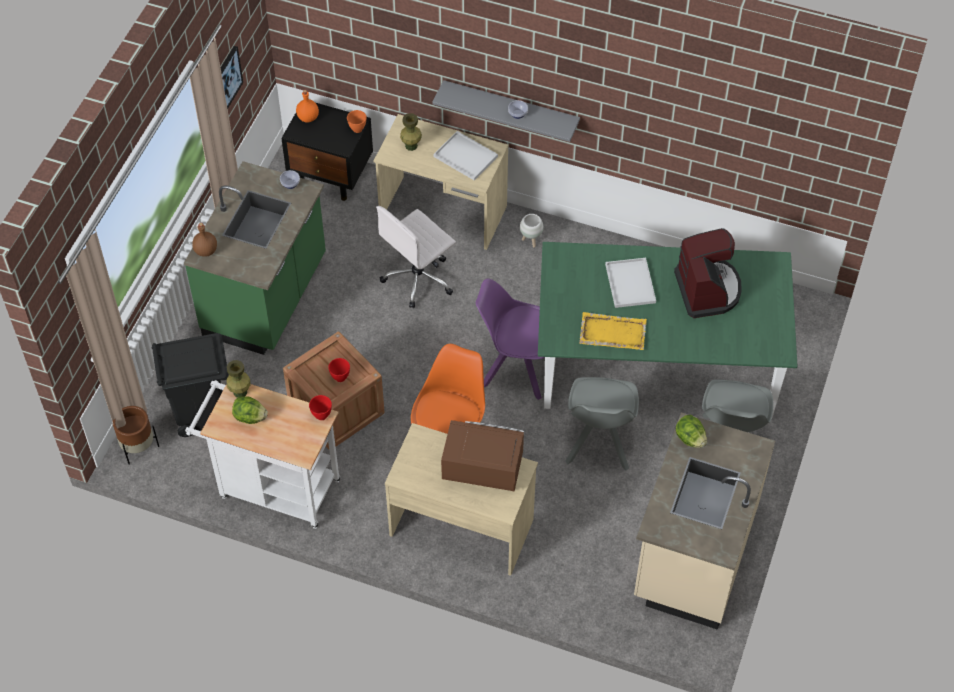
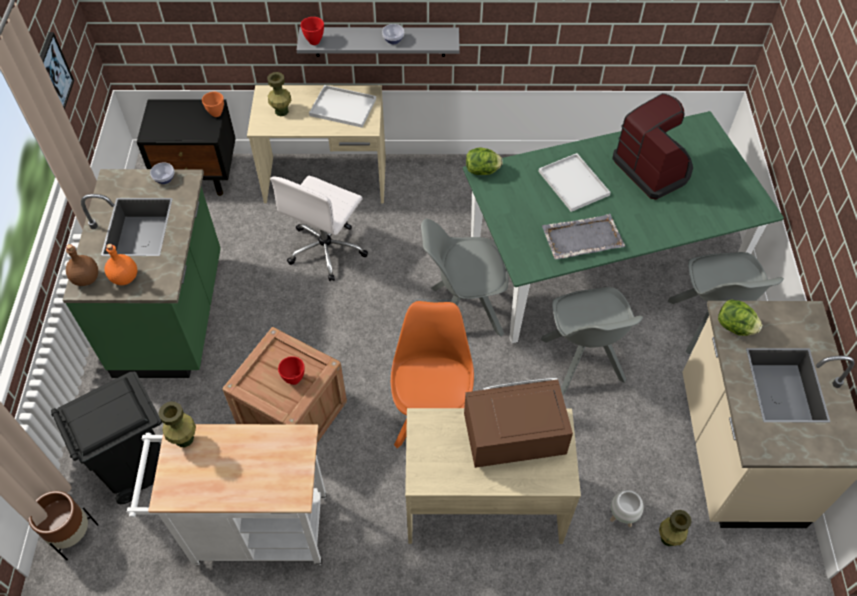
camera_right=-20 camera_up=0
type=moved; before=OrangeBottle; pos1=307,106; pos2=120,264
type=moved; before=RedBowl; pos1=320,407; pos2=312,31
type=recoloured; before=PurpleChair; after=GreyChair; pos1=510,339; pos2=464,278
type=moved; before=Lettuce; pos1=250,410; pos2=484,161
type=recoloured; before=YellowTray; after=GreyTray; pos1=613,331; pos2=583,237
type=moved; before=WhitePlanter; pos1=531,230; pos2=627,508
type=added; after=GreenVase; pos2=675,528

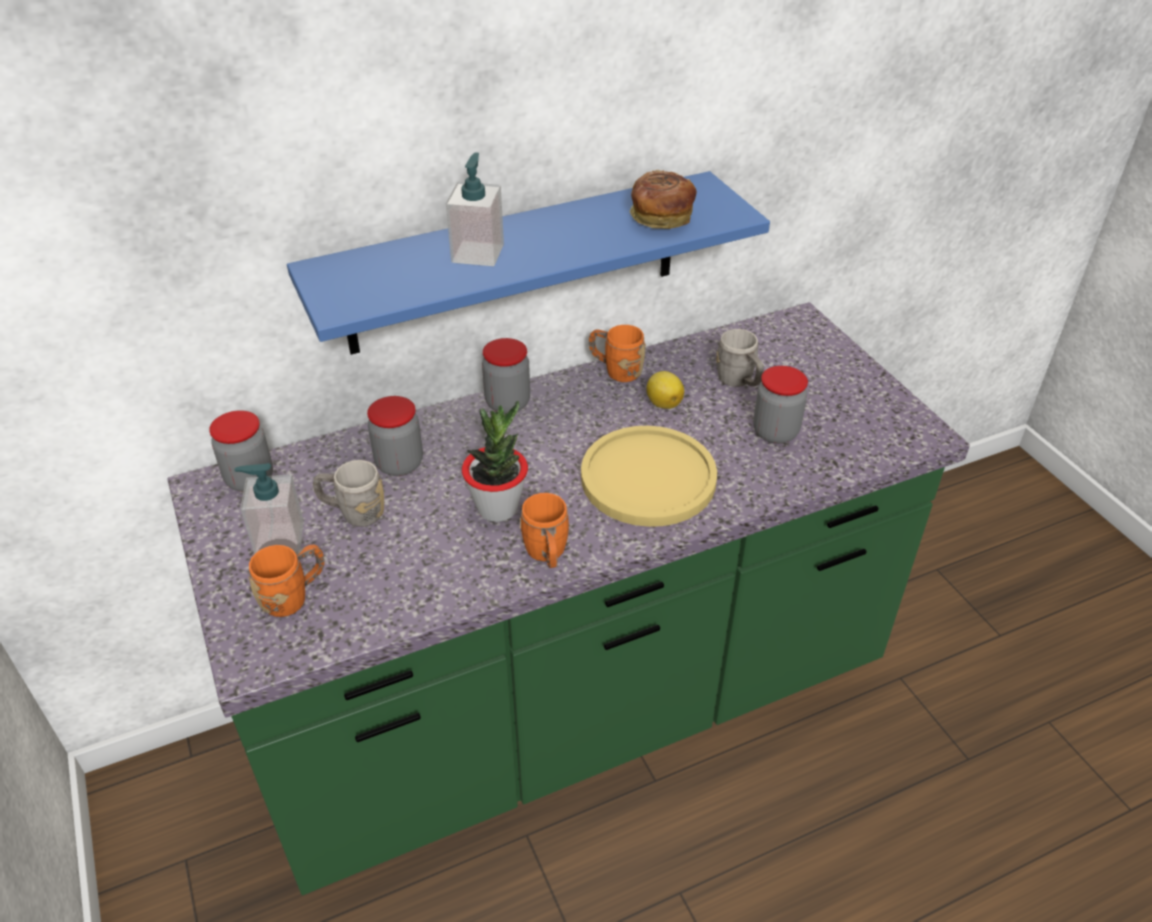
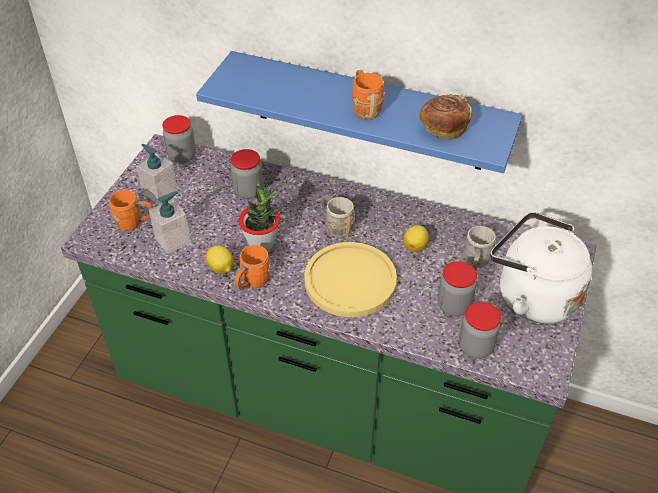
camera_right=45 camera_up=5
type=moved; before=SoapDispenser; pos1=475,209; pos2=170,222
type=added; after=Lemon; pos2=219,260
type=moved; before=GreyMug; pos1=348,493; pos2=338,216
type=moved; before=OrangeMug; pos1=617,353; pos2=368,94
type=moved; before=Jar; pos1=506,376; pos2=480,330
type=added; after=WhiteKettle; pos2=541,268

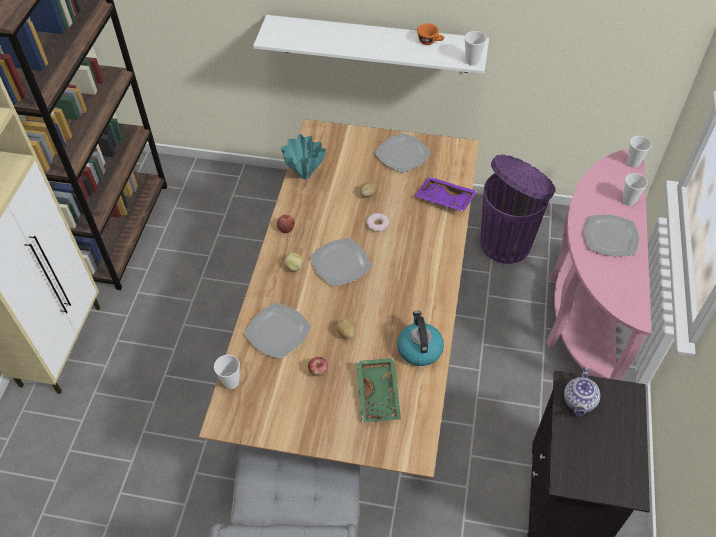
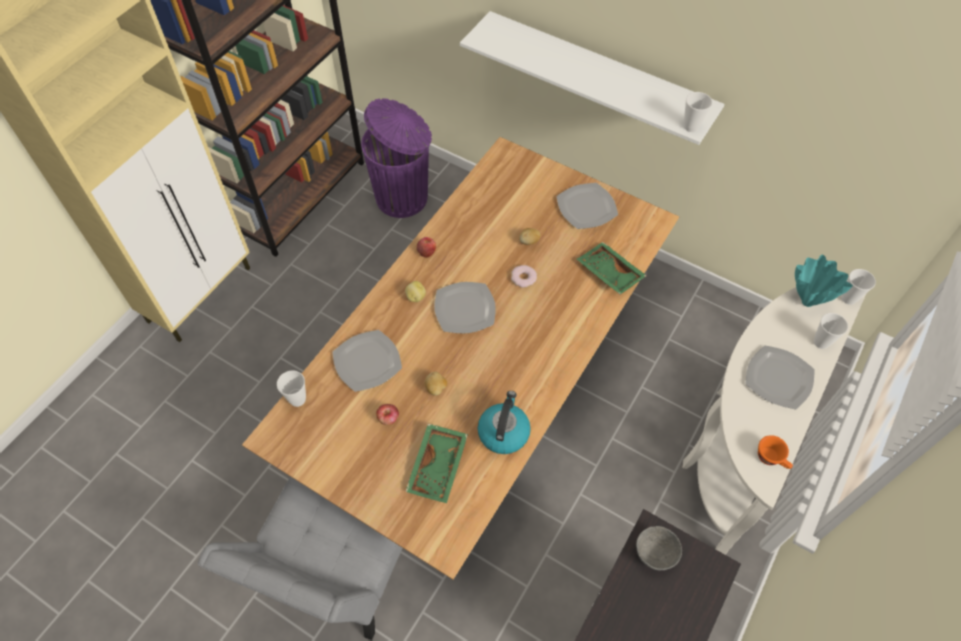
camera_right=20 camera_up=5
type=moved; before=PurpleTrashCan; pos1=518,209; pos2=396,158
type=recoloured; before=PurpleTray; after=GreenTray; pos1=446,194; pos2=612,268
type=replaced; before=Teapot; after=GreyBowl; pos1=582,392; pos2=659,548
type=recoloured; before=PinkConsoleTable; after=WhiteConsoleTable; pos1=599,264; pos2=774,417
type=moved; before=OrangeCup; pos1=430,34; pos2=775,452
type=moved; before=TurquoiseVase; pos1=303,156; pos2=824,281

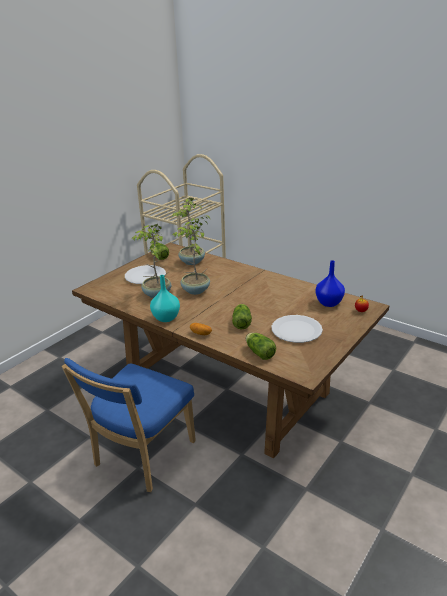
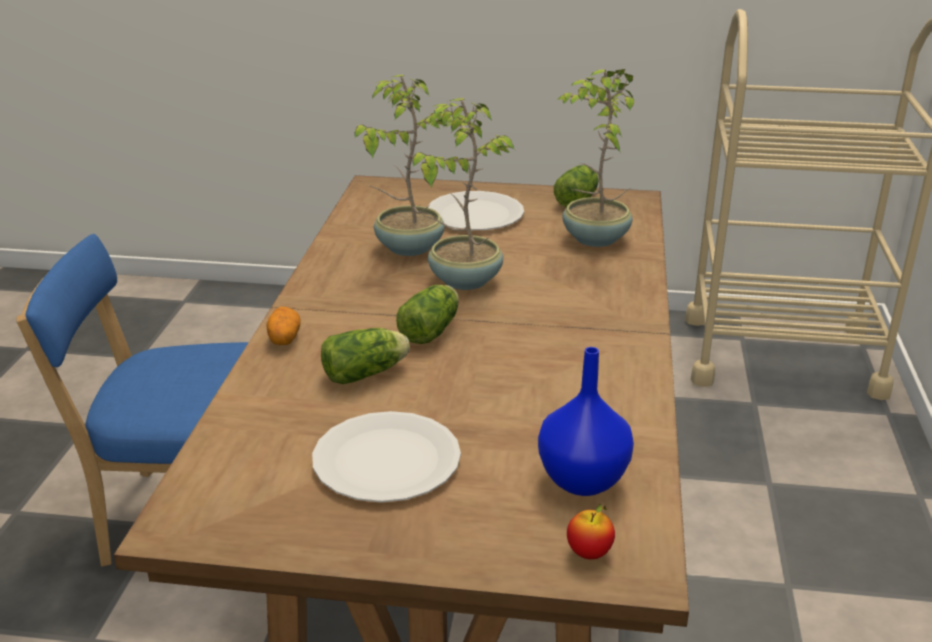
camera_right=60 camera_up=0
type=moved; before=Lettuce; pos1=261,346; pos2=427,314
type=removed; before=TurquoiseVase; pos1=165,298

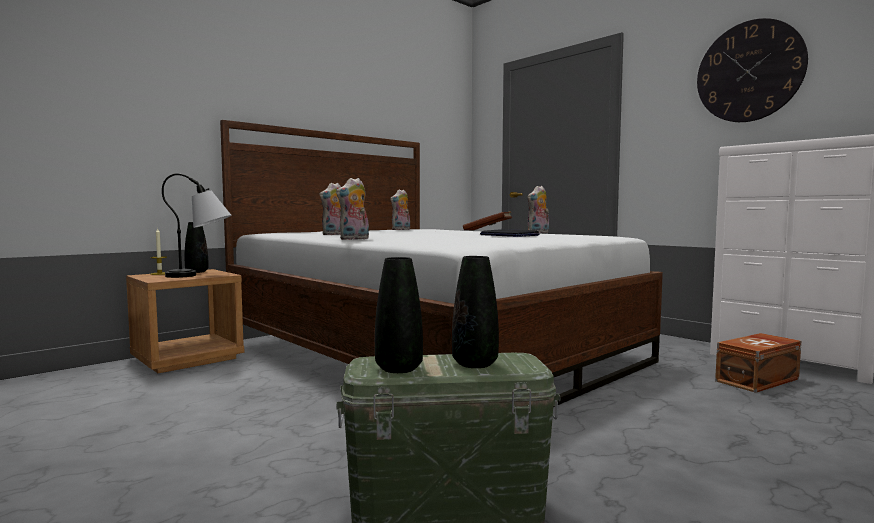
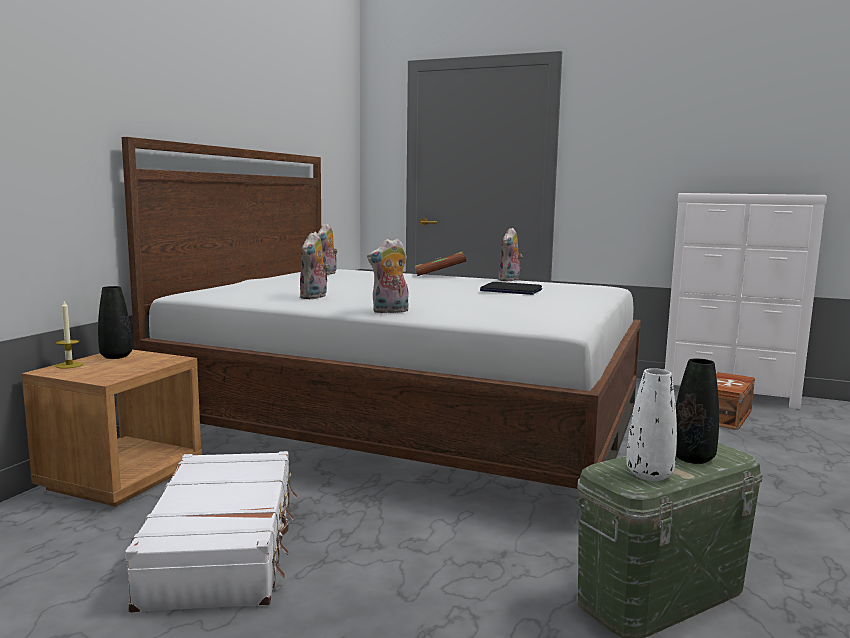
camera_right=-25 camera_up=5
type=added; after=WhiteSuitcase; pos2=211,532
type=turned; before=PlushToy; pos1=352,209; pos2=388,276; turn=45
type=recoloured; before=BlackVase; after=WhiteVase; pos1=399,315; pos2=651,424
type=removed; before=TableLamp; pos1=197,225
type=removed; before=WallClock; pos1=752,70

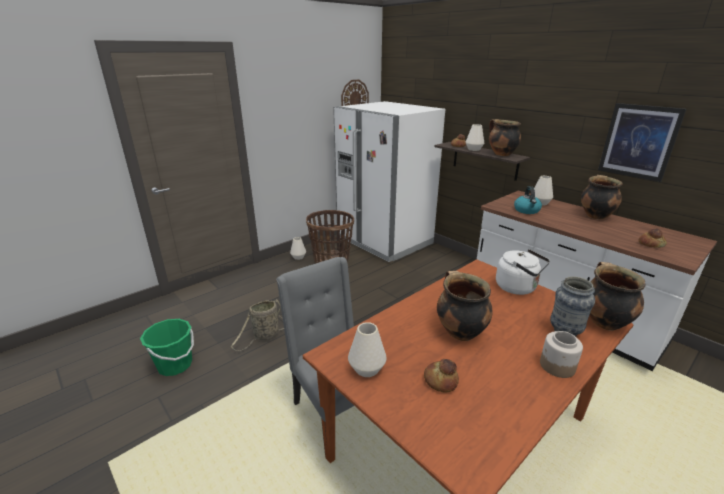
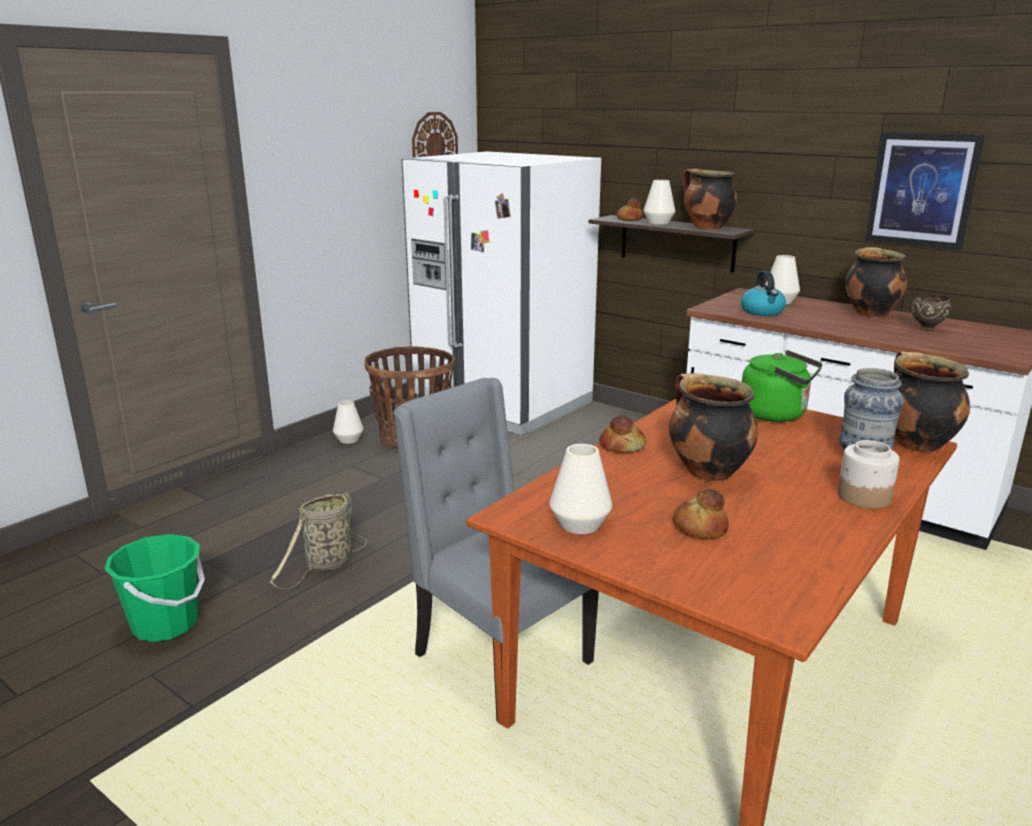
camera_right=-10 camera_up=-5
type=moved; before=Bread; pos1=653,238; pos2=622,434
type=recoloured; before=WhiteKettle; after=GreenKettle; pos1=523,272; pos2=782,386
type=added; after=BrownBowl; pos2=931,313

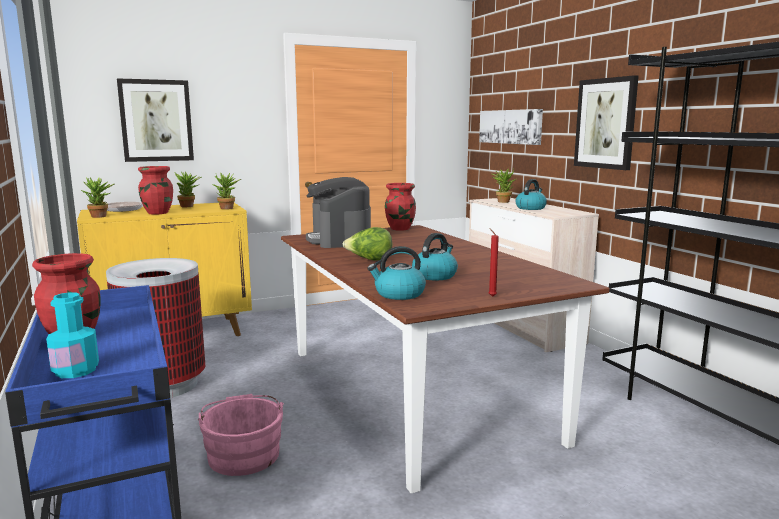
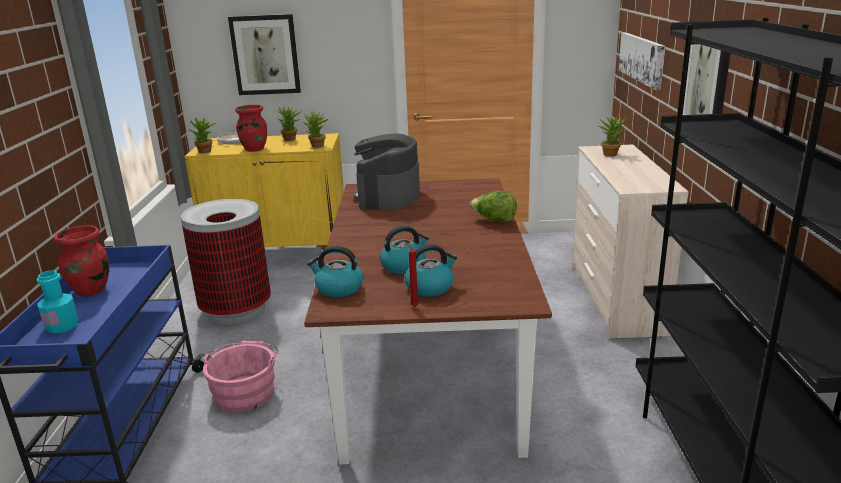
camera_right=25 camera_up=10
type=moved; before=Kettle; pos1=531,194; pos2=431,270
type=moved; before=Lettuce; pos1=368,244; pos2=493,207
type=removed; before=RedVase; pos1=400,207

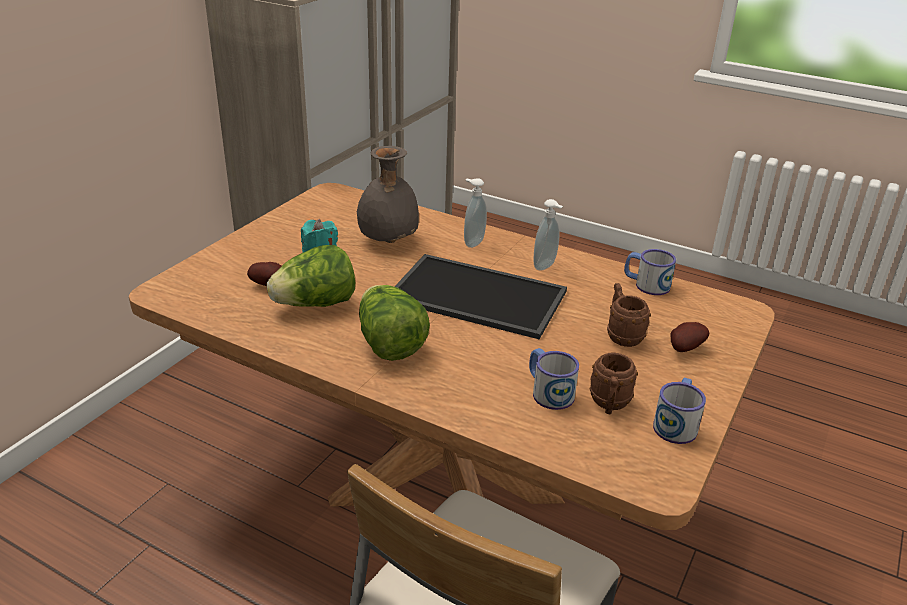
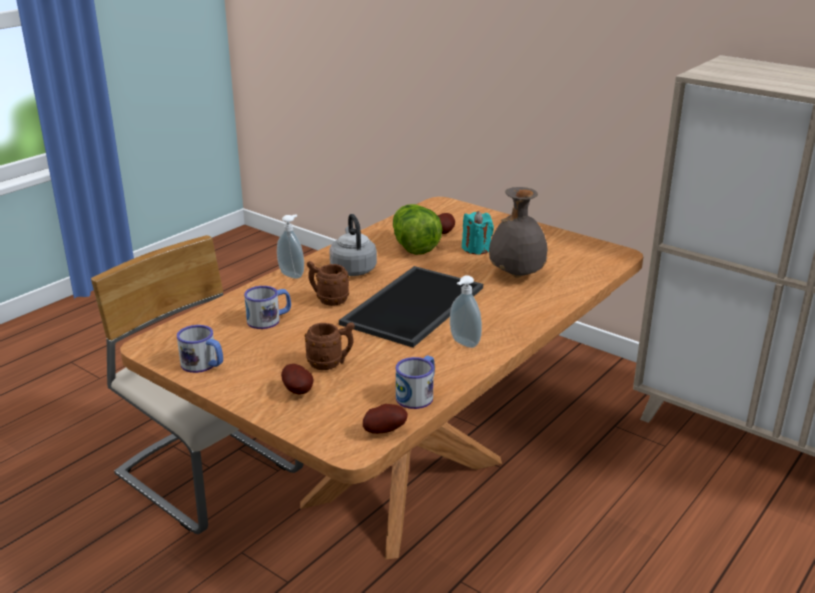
camera_right=100 camera_up=-5
type=moved; before=SoapDispenser; pos1=475,213; pos2=290,246
type=moved; before=BrownMug; pos1=614,383; pos2=328,283
type=replaced; before=Lettuce; after=GreyKettle; pos1=394,323; pos2=353,245
type=added; after=Potato; pos2=385,419

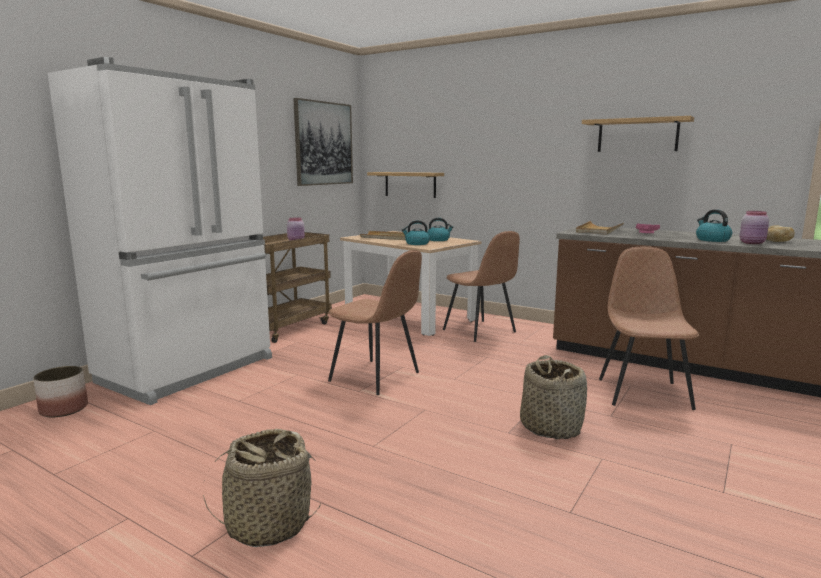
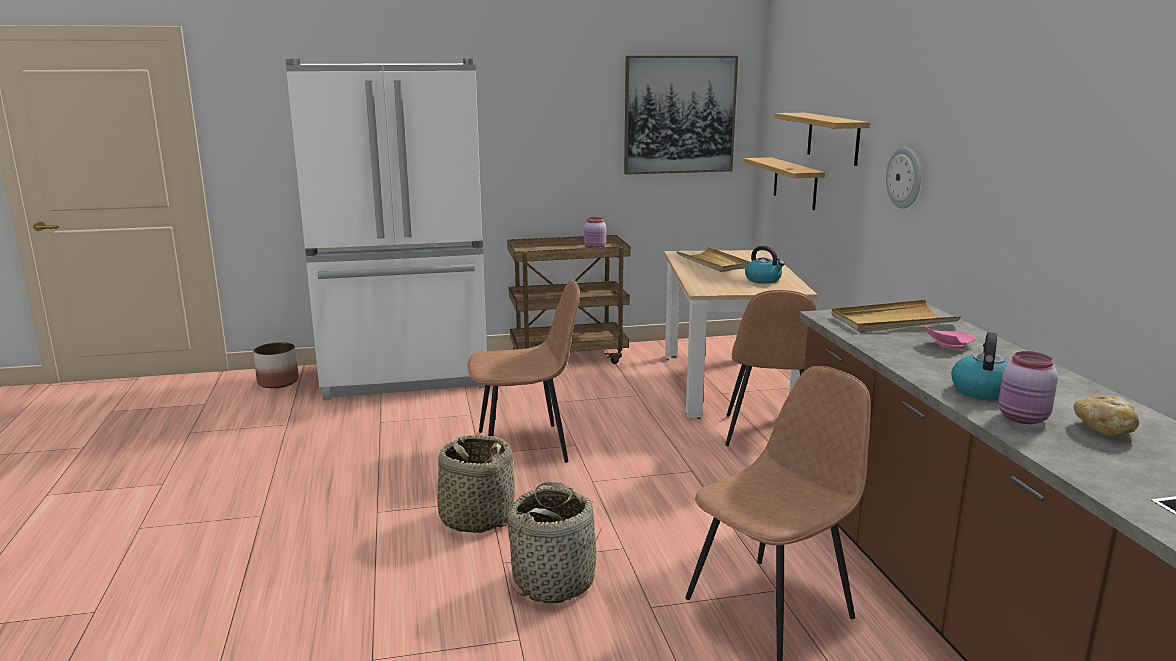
camera_right=45 camera_up=5
type=moved; before=Basket; pos1=262,488; pos2=476,484
type=turned; before=BrownChair; pos1=375,322; pos2=524,371; turn=-90
type=moved; before=Shelf; pos1=638,134; pos2=822,139
type=added; after=WallClock; pos2=903,178
type=removed; before=Kettle; pos1=416,232

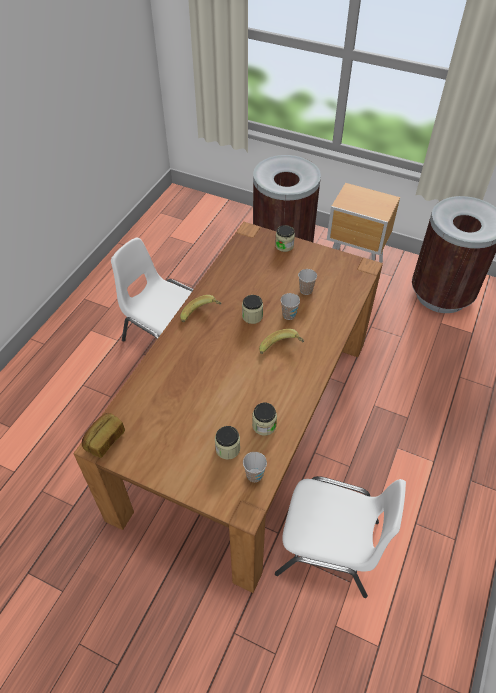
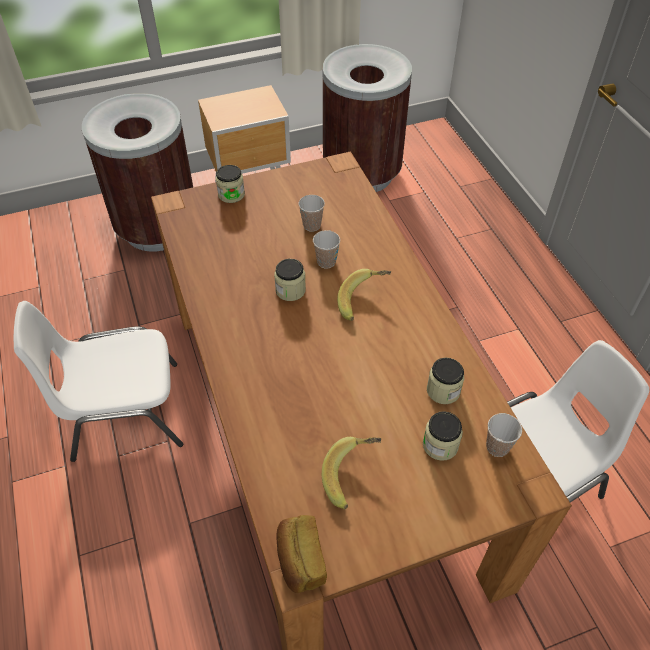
camera_right=-45 camera_up=0
type=moved; before=Banana; pos1=201,308; pos2=351,473

